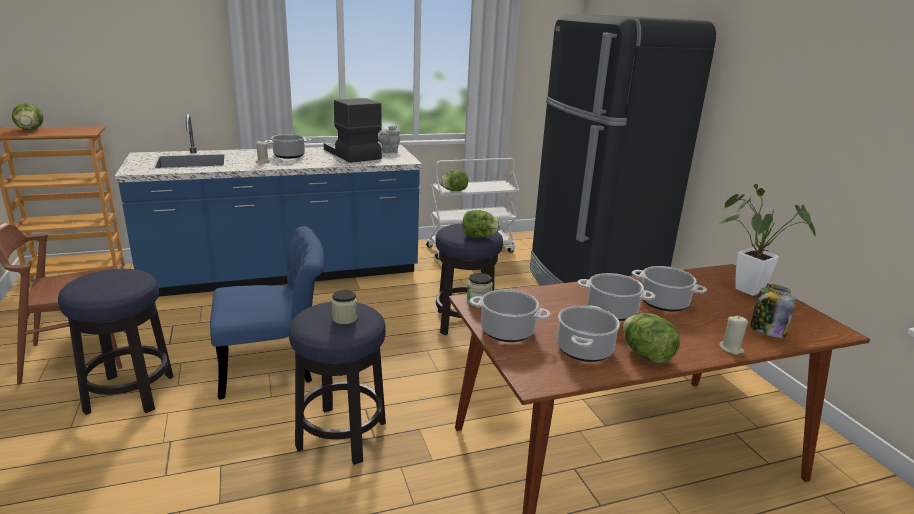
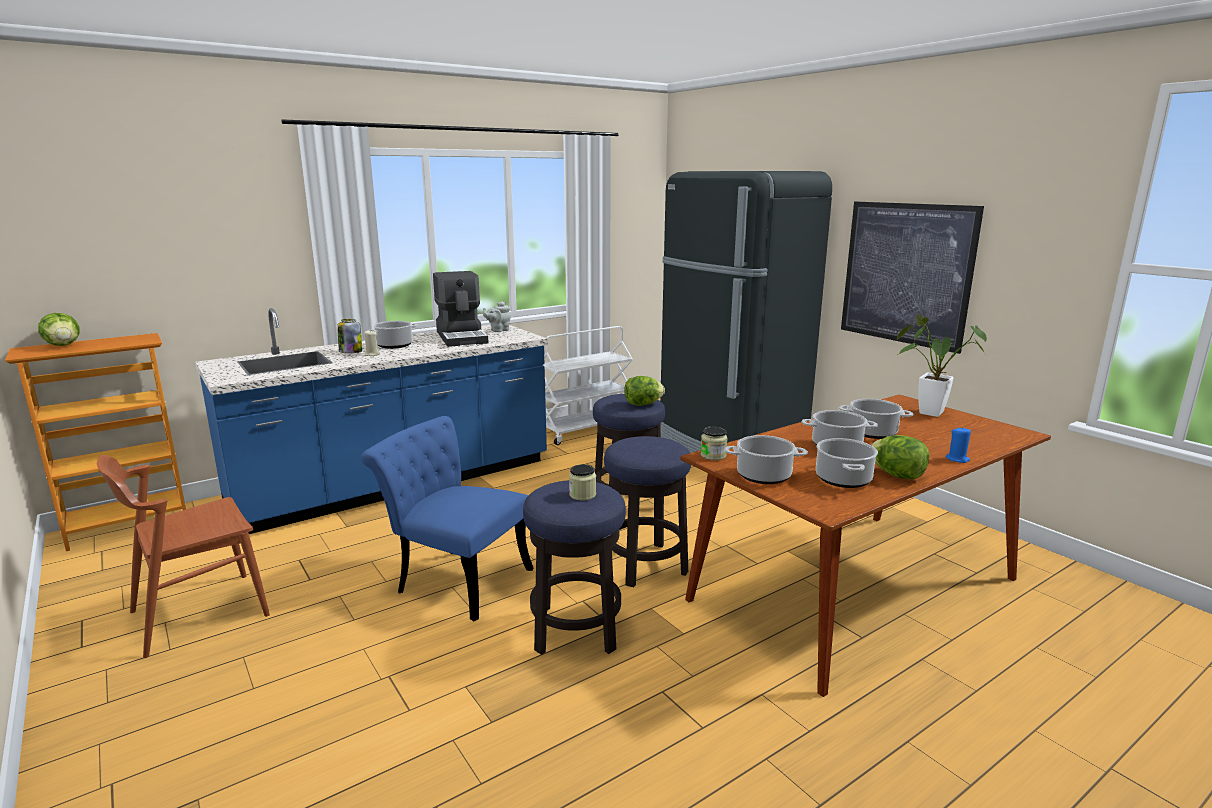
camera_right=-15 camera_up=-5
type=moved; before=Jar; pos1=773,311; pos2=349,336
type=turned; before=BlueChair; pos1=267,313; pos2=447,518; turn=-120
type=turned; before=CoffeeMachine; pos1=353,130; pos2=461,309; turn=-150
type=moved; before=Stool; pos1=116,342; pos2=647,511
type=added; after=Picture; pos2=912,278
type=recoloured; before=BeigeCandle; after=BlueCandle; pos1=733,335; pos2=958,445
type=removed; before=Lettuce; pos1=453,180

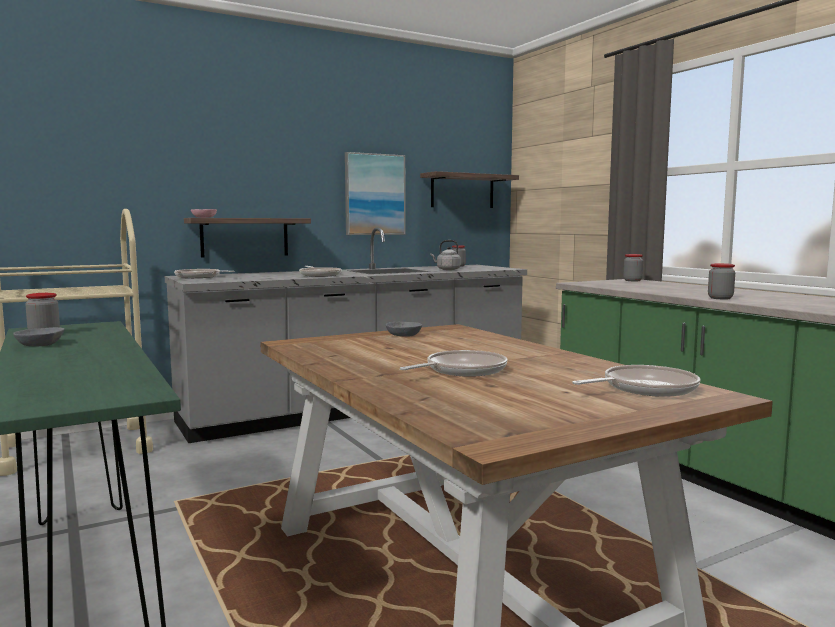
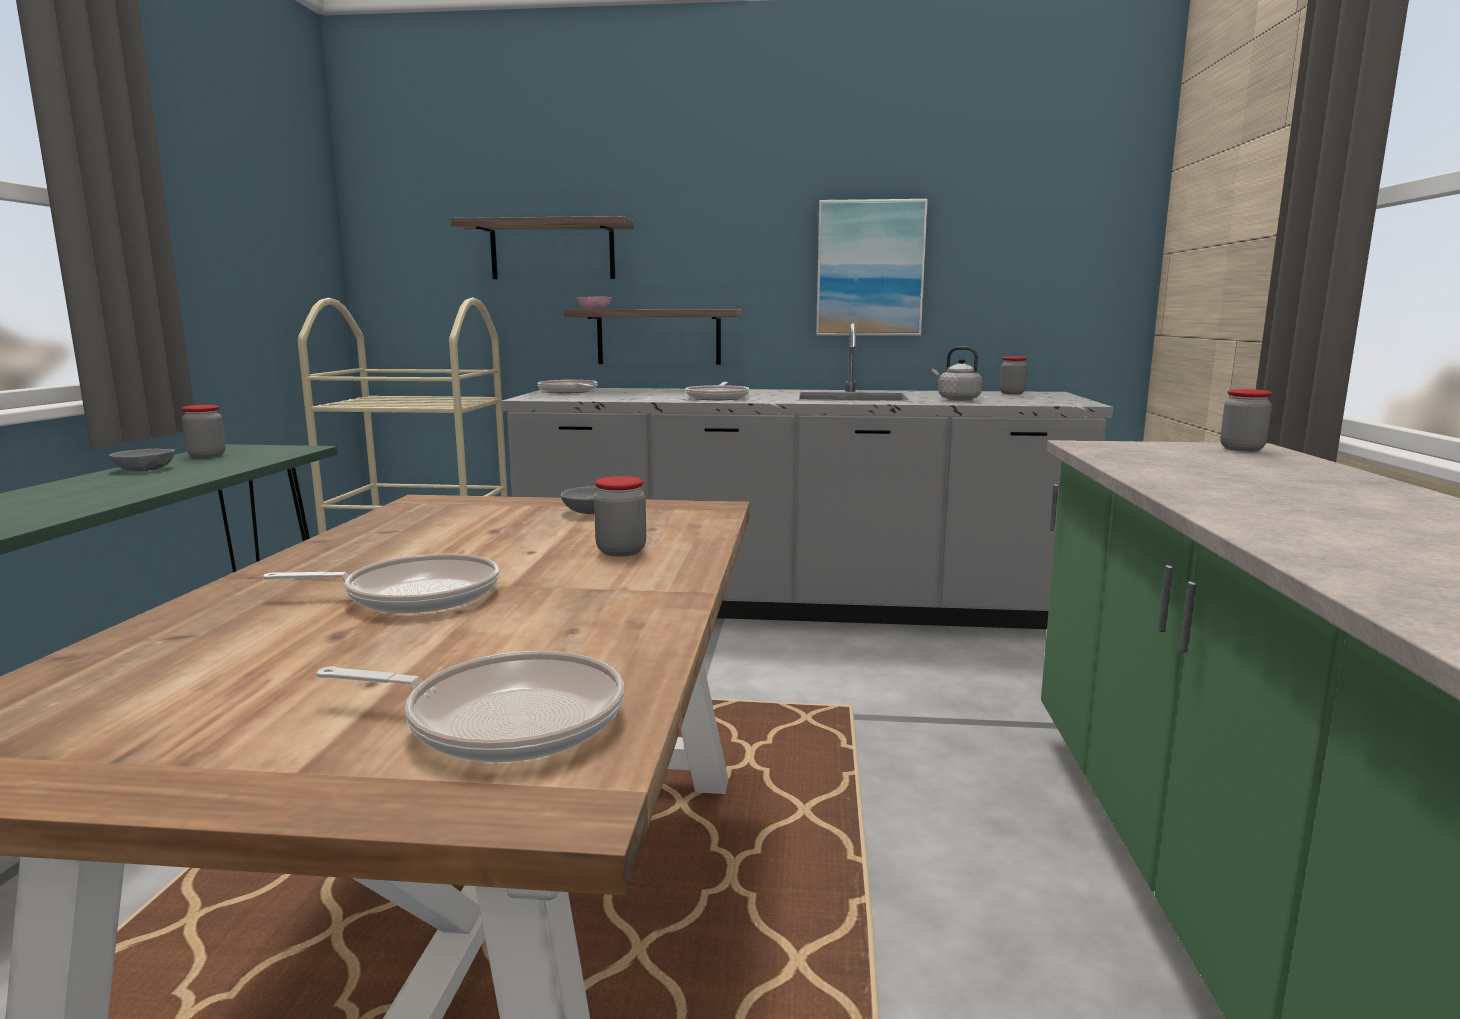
camera_right=35 camera_up=5
type=moved; before=Shelf; pos1=469,189; pos2=542,247
type=moved; before=Jar; pos1=721,281; pos2=620,516

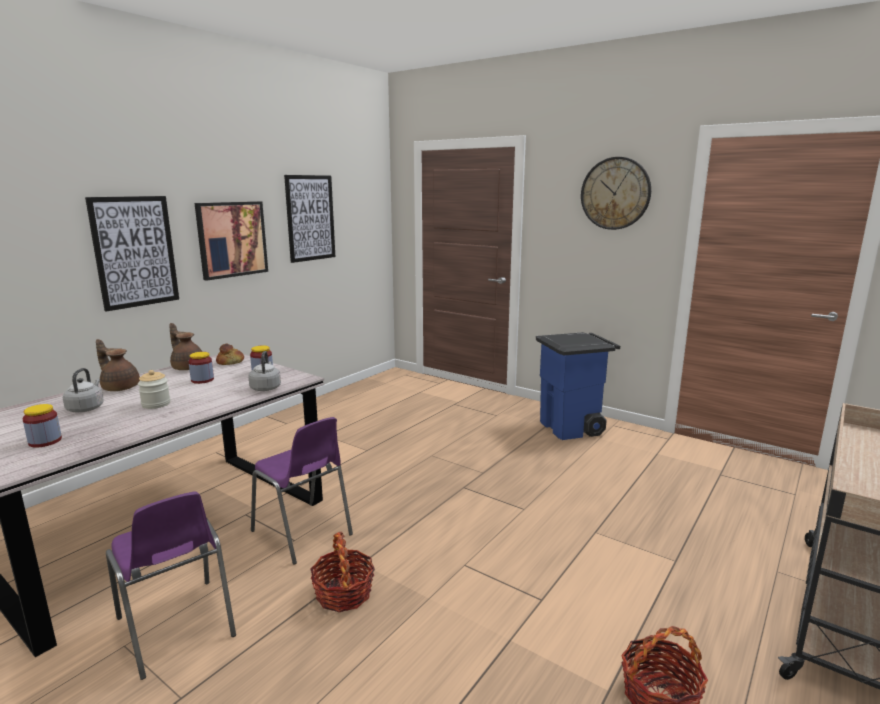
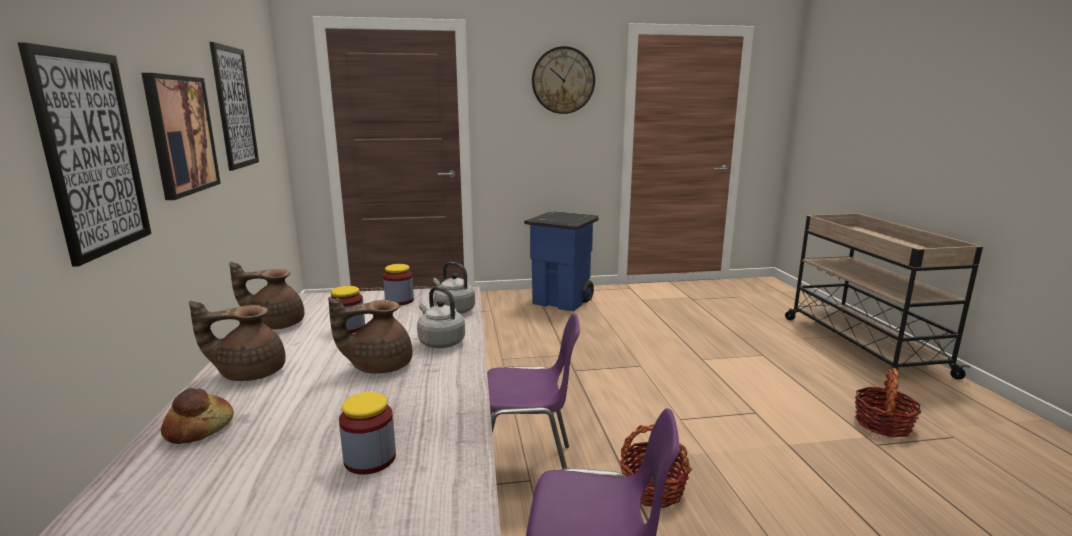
camera_right=-45 camera_up=0
type=moved; before=Bread; pos1=230,354; pos2=197,416
type=replaced; before=Jar; after=BrownTeapot; pos1=154,389; pos2=370,335
type=moved; before=GreyKettle; pos1=83,390; pos2=441,317

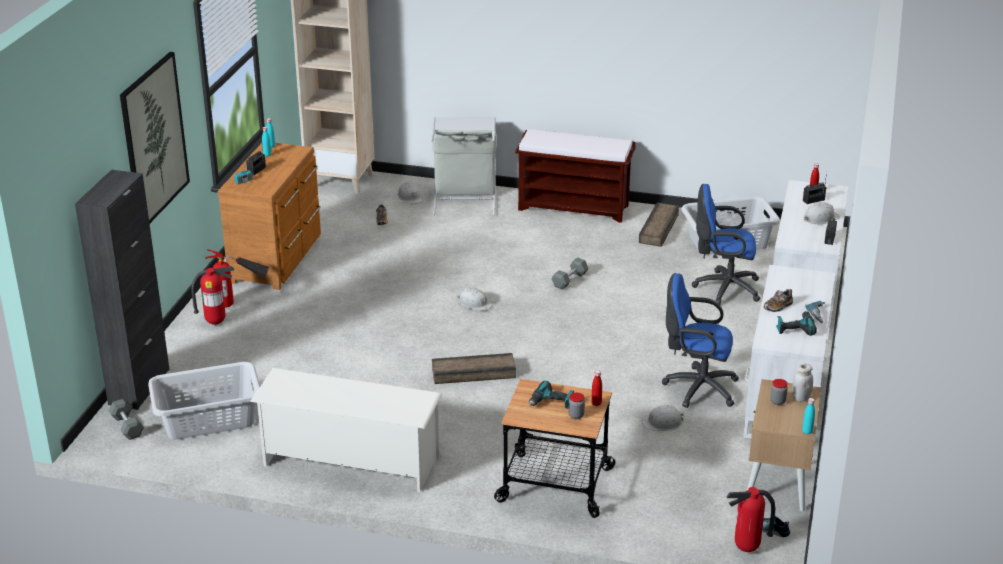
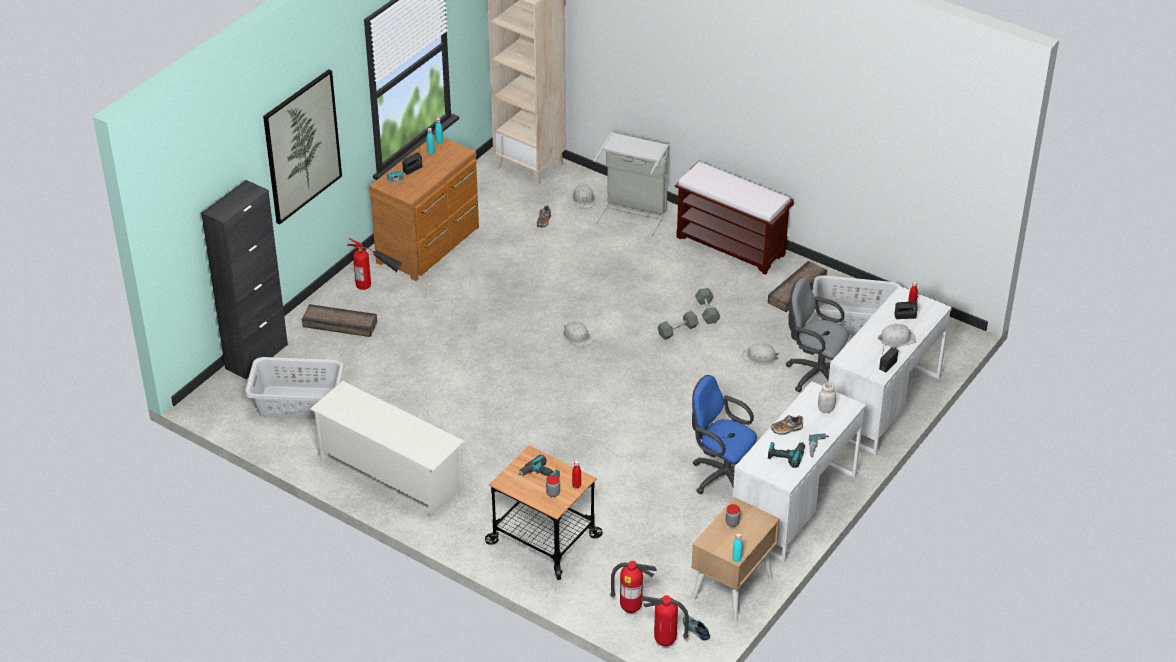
camera_right=20 camera_up=10
type=moved; before=Crate; pos1=474,368; pos2=339,320
type=moved; before=FireExtinguisher; pos1=212,295; pos2=633,587
type=moved; before=GreyDumbbell; pos1=126,419; pos2=707,306
type=moved; before=WhiteHardHat; pos1=663,418; pos2=760,354
type=recoloured; before=BlueOfficeChair; after=GreyOfficeChair; pos1=726,244; pos2=817,334
type=moved; before=WhiteJar; pos1=802,383; pos2=827,398

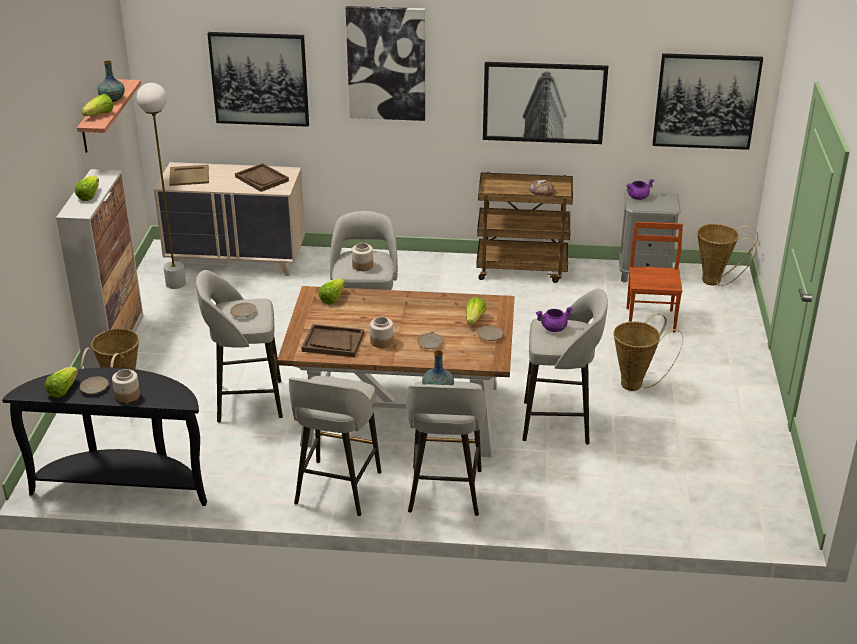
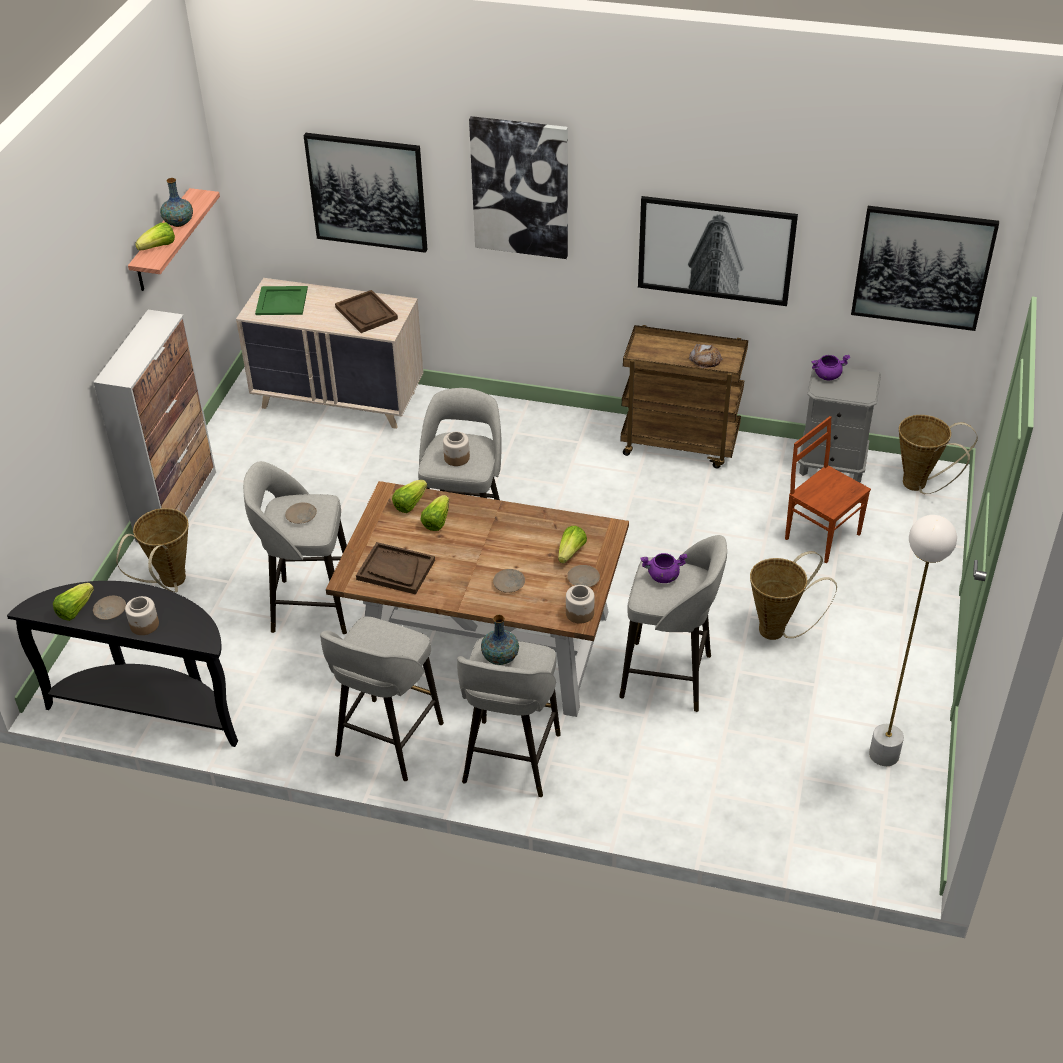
camera_right=10 camera_up=10
type=recoloured; before=BeigeTray; after=GreenTray; pos1=189,175; pos2=281,300
type=moved; before=Lettuce; pos1=87,188; pos2=435,513
type=moved; before=Jar; pos1=381,332; pos2=580,604
type=turned; before=BrownChair; pos1=655,277; pos2=828,489; turn=-60
type=moved; before=WhiteFloorLamp; pos1=161,186; pos2=913,640

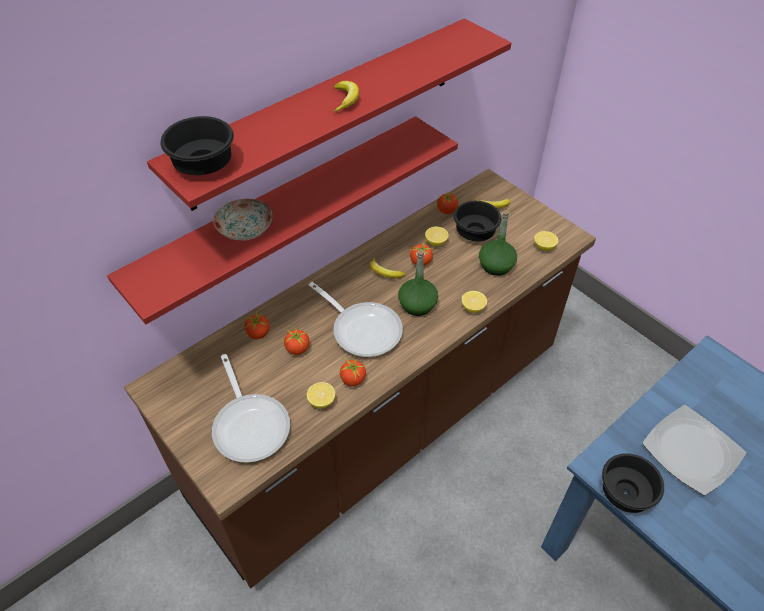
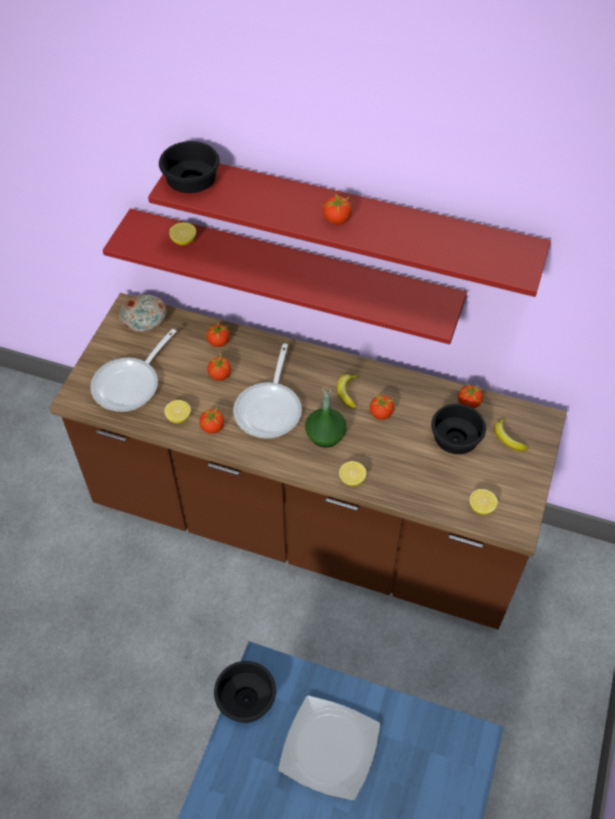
camera_right=60 camera_up=5
type=moved; before=Plate; pos1=242,220; pos2=143,313
type=moved; before=Lemon; pos1=437,236; pos2=182,233
type=replaced; before=Banana; after=Tomato; pos1=346,96; pos2=338,209
type=removed; before=GreenBottle; pos1=498,243

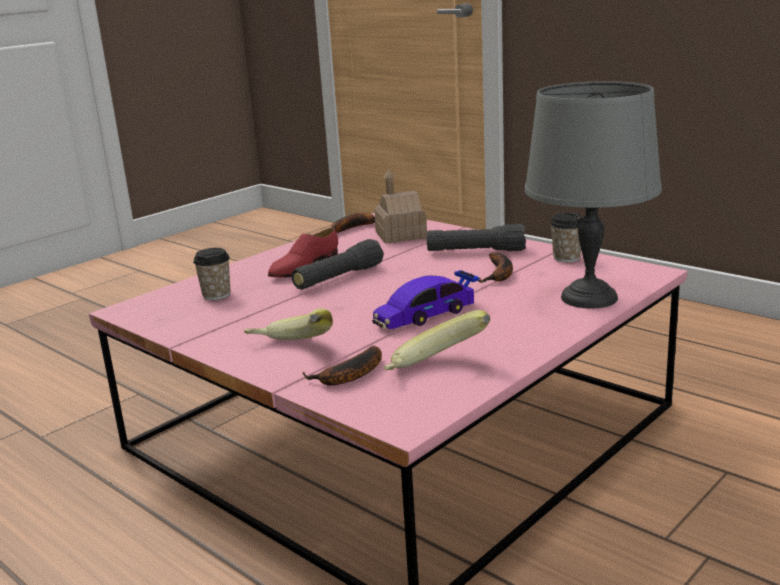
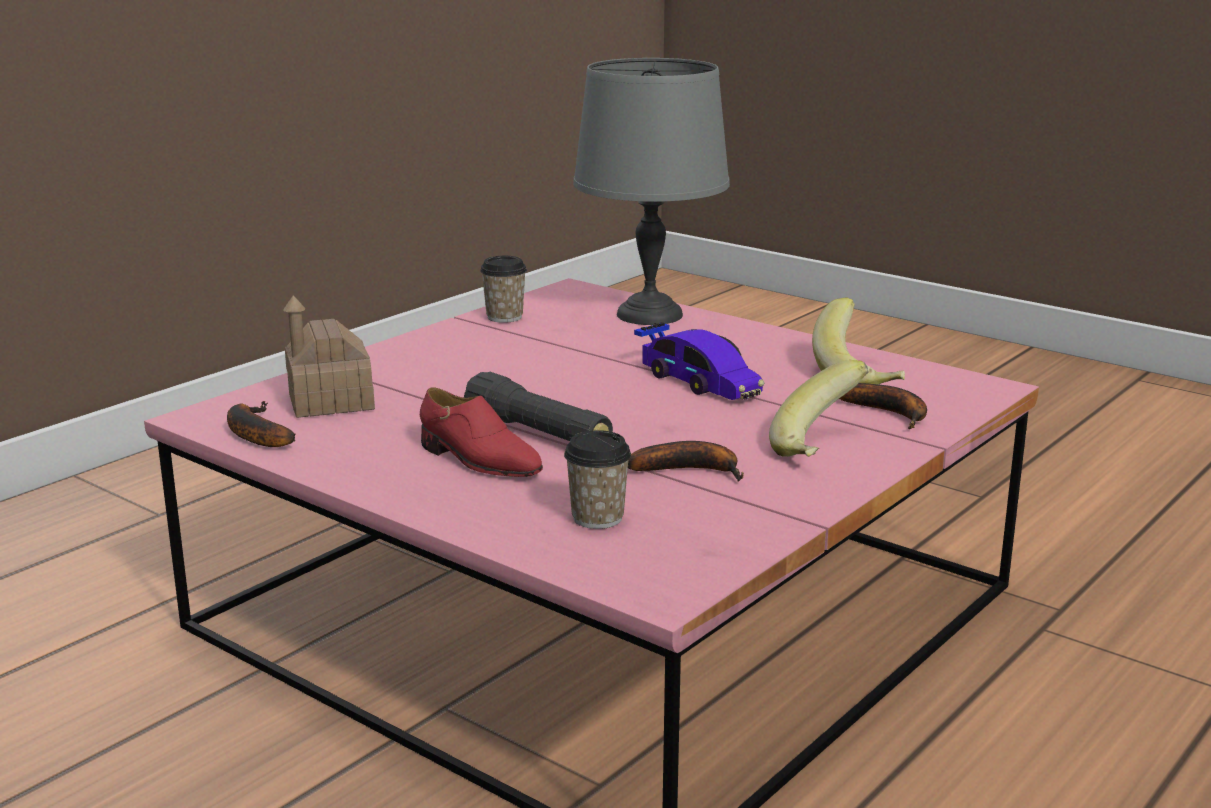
camera_right=-95 camera_up=0
type=moved; before=Banana; pos1=495,267; pos2=686,461
type=removed; before=BlackFlashlight; pos1=476,237

